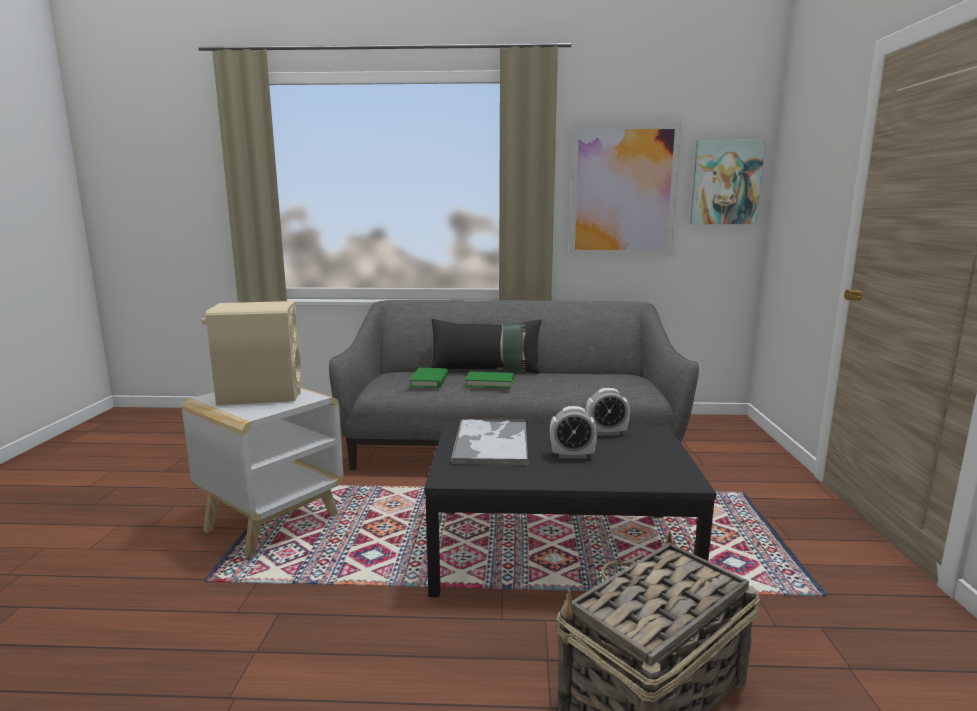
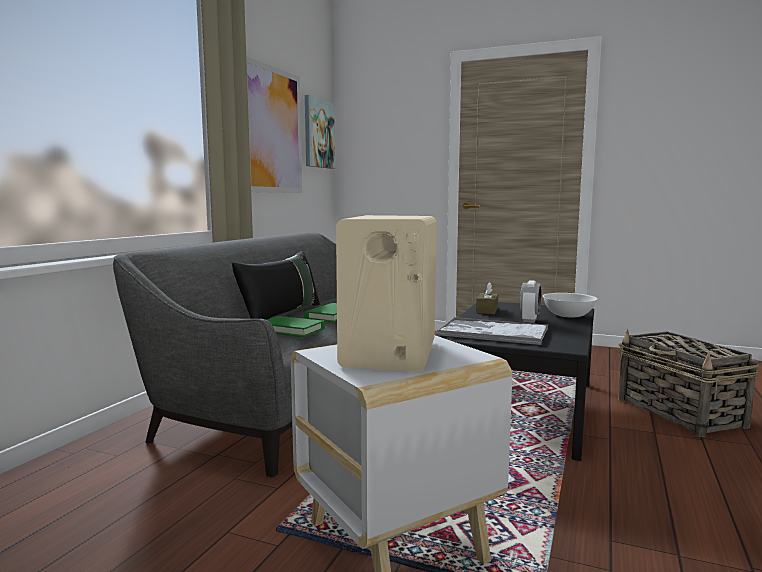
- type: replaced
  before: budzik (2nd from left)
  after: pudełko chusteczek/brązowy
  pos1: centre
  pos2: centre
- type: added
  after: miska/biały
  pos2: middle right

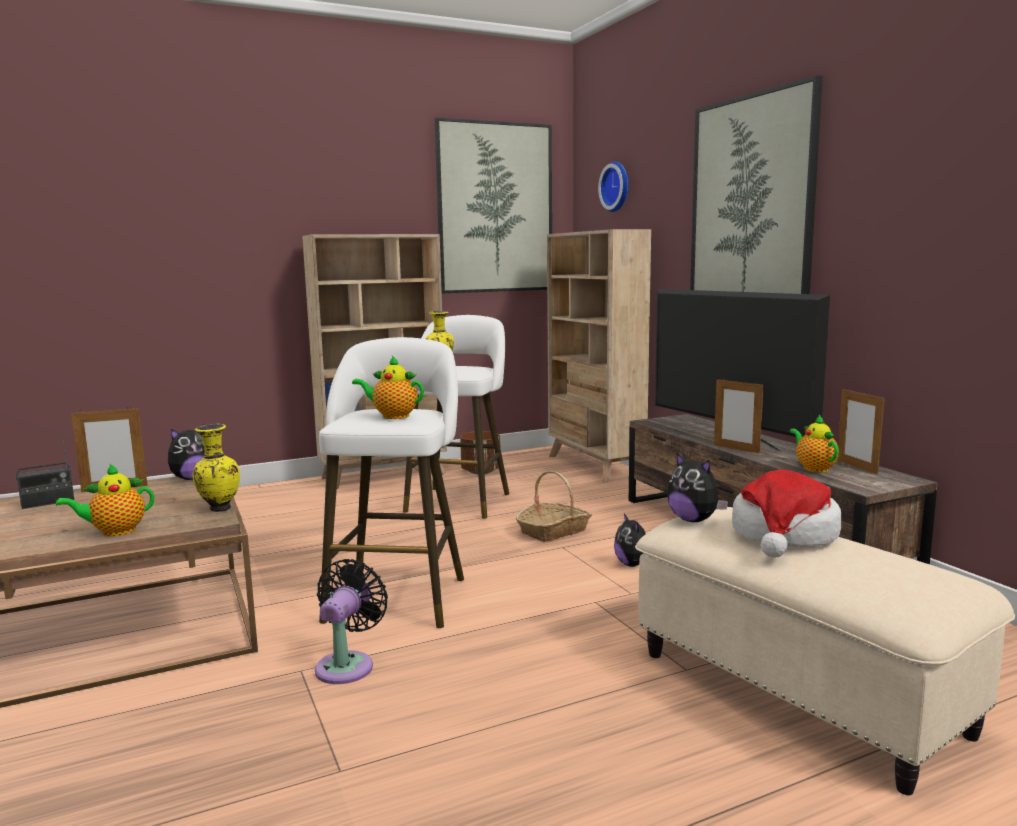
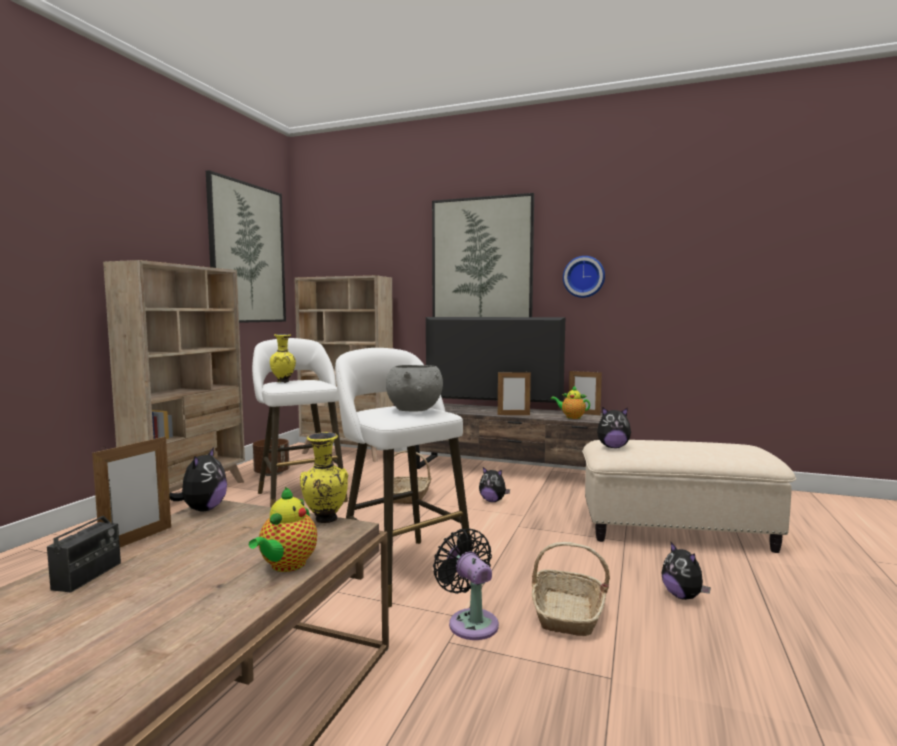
- type: replaced
  before: imbryk (2nd from left)
  after: miska/szary
  pos1: centre
  pos2: centre
- type: moved
  before: zegar ścienny
  pos1: top centre
  pos2: centre
- type: removed
  before: kapelusz
  pos1: middle right
- type: added
  after: koszyk (2nd from left)
  pos2: bottom centre
- type: added
  after: pluszak (4th from left)
  pos2: bottom right

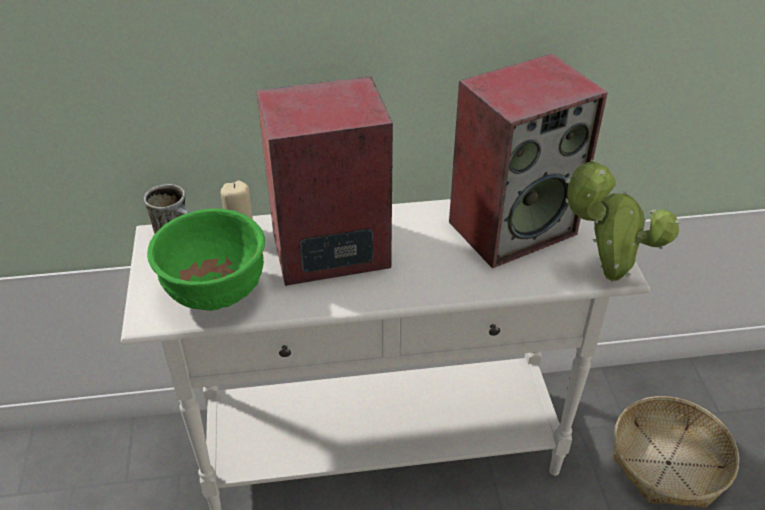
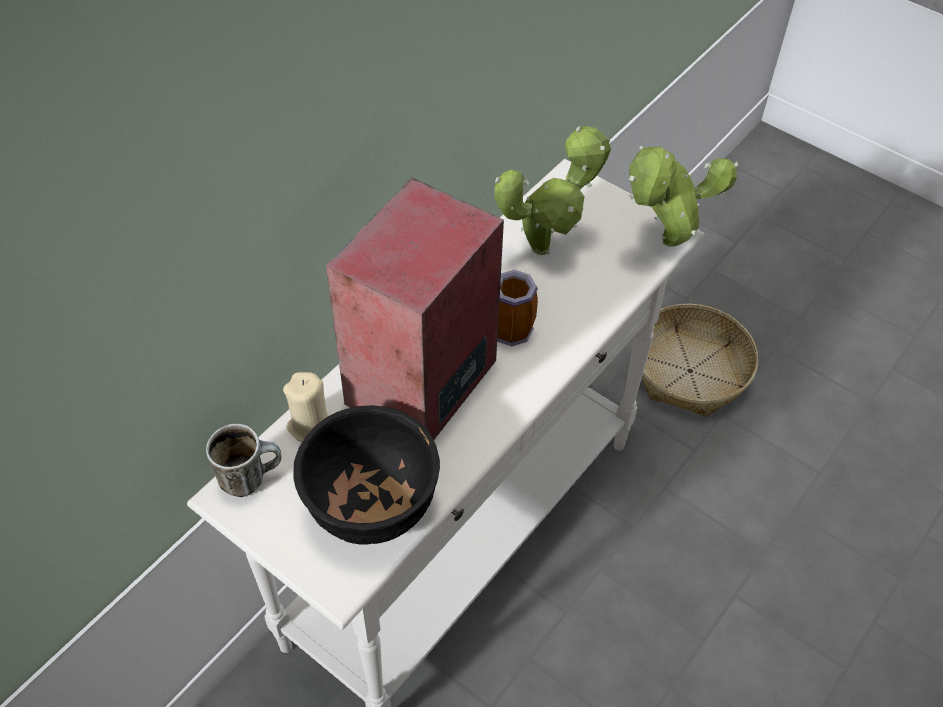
- type: recoloured
  before: miska/zielony
  after: miska/czarny
  pos1: middle left
  pos2: bottom centre
- type: replaced
  before: głośnik (2nd from left)
  after: roślina doniczkowa (1st from left)
  pos1: top right
  pos2: top centre
- type: added
  after: kubek (2nd from left)
  pos2: centre

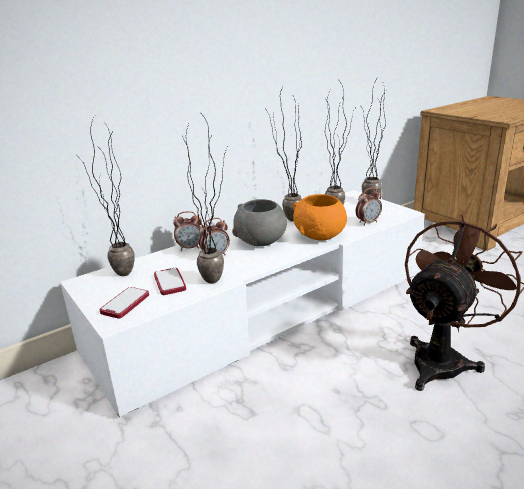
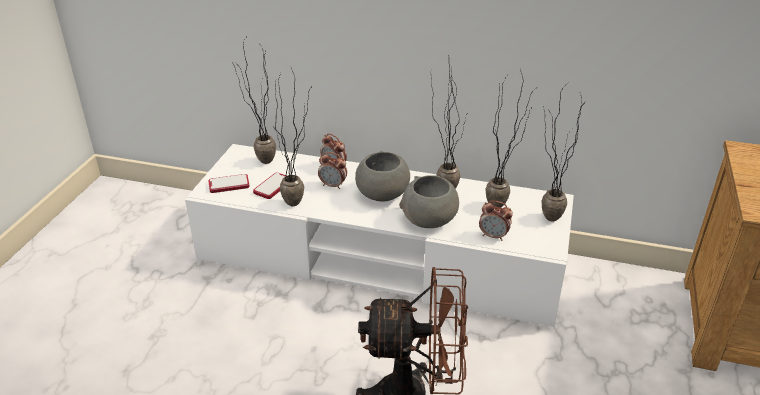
- type: recoloured
  before: miska/pomarańczowy
  after: miska/szary (2nd from left)
  pos1: centre
  pos2: centre

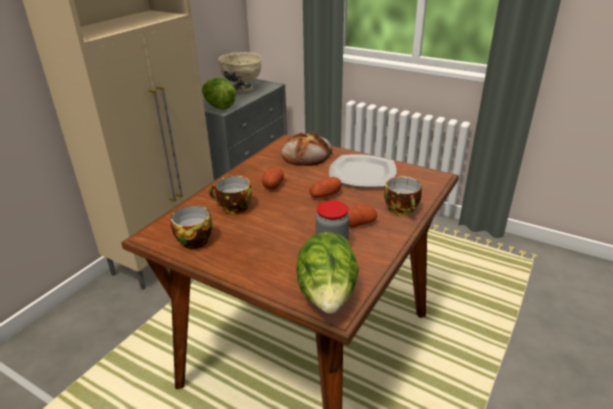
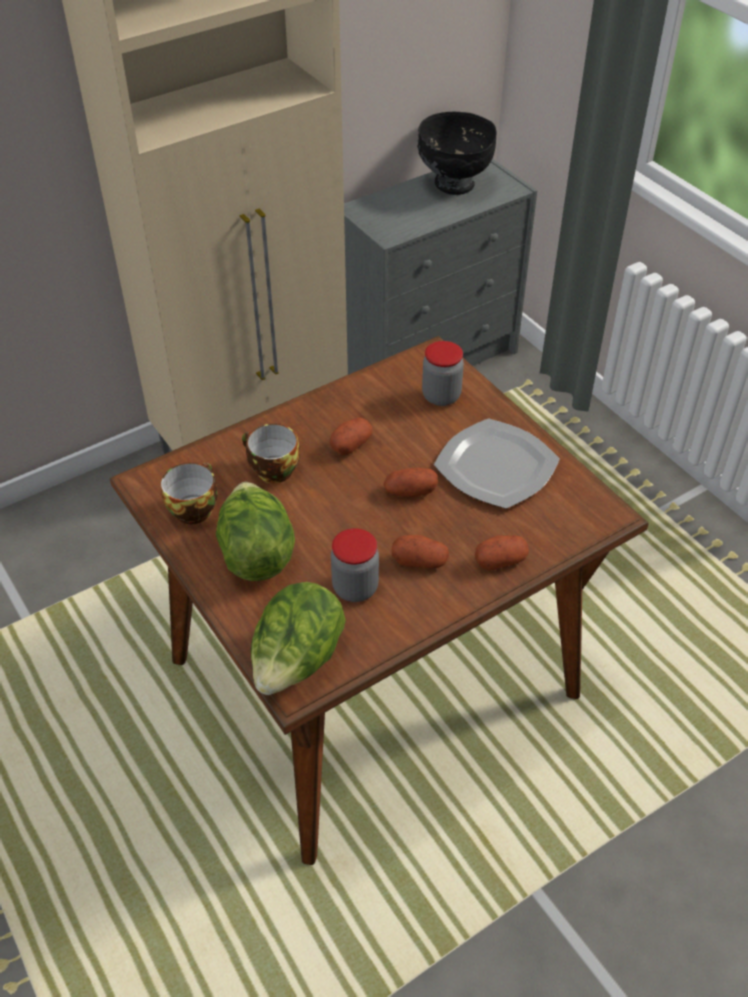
- type: moved
  before: sałata (1st from left)
  pos1: top centre
  pos2: centre
- type: recoloured
  before: miska/beżowy
  after: miska/czarny
  pos1: top centre
  pos2: top centre
- type: replaced
  before: chleb
  after: słoik (2nd from left)
  pos1: centre
  pos2: centre
- type: replaced
  before: filiżanka (3rd from left)
  after: ziemniak (4th from left)
  pos1: centre
  pos2: middle right

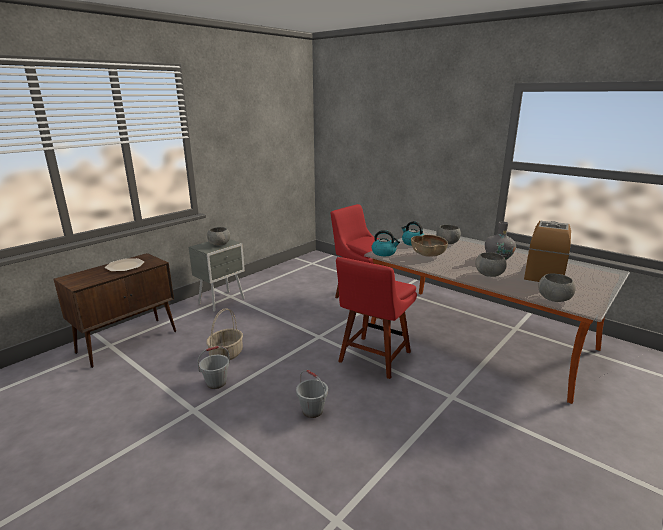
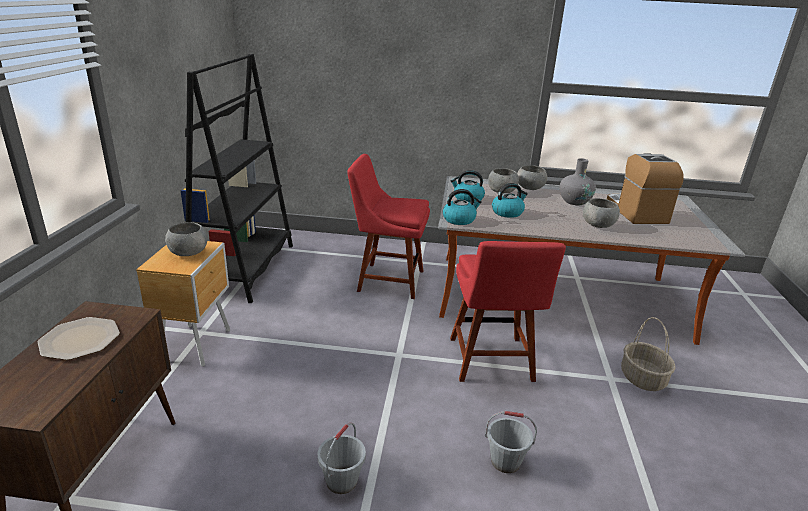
- type: recoloured
  before: szafka nocna/szary
  after: szafka nocna/brązowy
  pos1: middle left
  pos2: middle left
- type: moved
  before: koszyk
  pos1: centre
  pos2: bottom right
- type: replaced
  before: miska/brązowy
  after: czajnik (3rd from left)
  pos1: centre
  pos2: centre
- type: moved
  before: miska/szary (4th from left in the first image)
  after: miska/szary (3rd from left)
  pos1: middle right
  pos2: centre
- type: added
  after: regał/czarny
  pos2: middle left

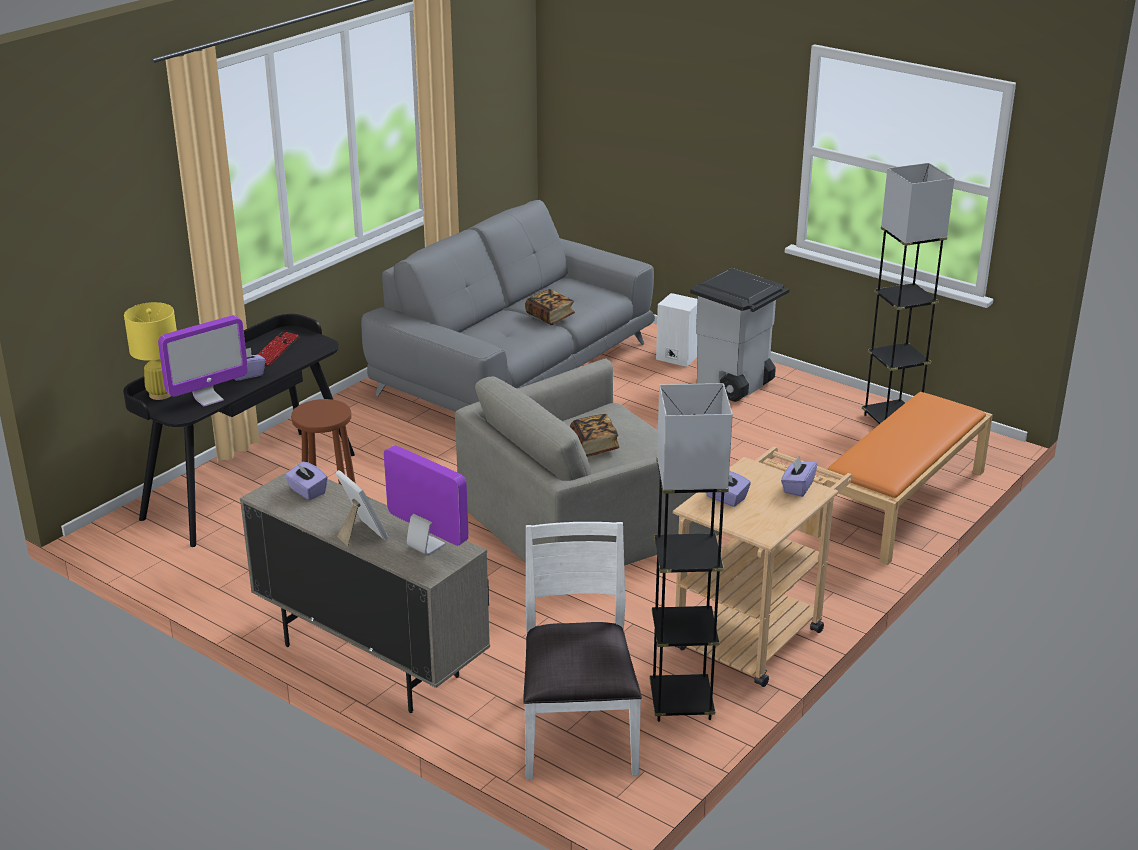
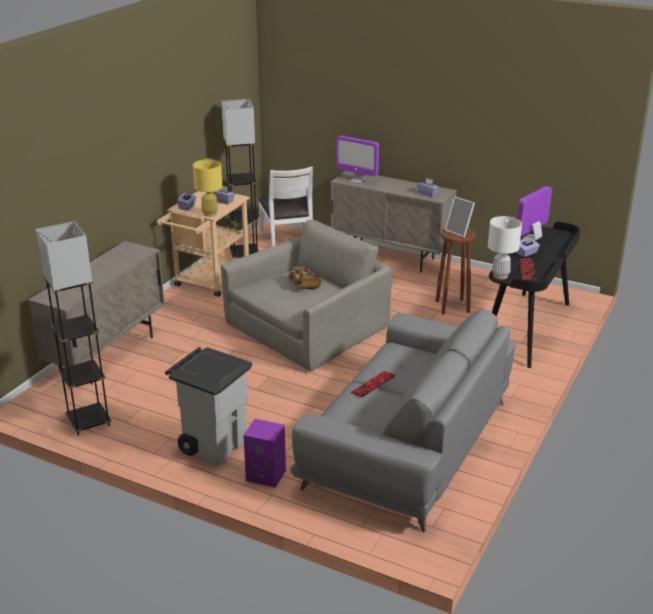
- type: moved
  before: lampa stołowa/żółty
  pos1: middle left
  pos2: top left
- type: moved
  before: ramka na zdjęcie
  pos1: middle left
  pos2: middle right
- type: replaced
  before: książka (1st from left)
  after: klawiatura (1st from left)
  pos1: centre
  pos2: centre
- type: recoloured
  before: głośnik/biały
  after: głośnik/fioletowy
  pos1: centre
  pos2: bottom centre
- type: replaced
  before: ławka/pomarańczowy
  after: szafka/beżowy (1st from left)
  pos1: middle right
  pos2: middle left
- type: added
  after: lampa stołowa/biały
  pos2: middle right

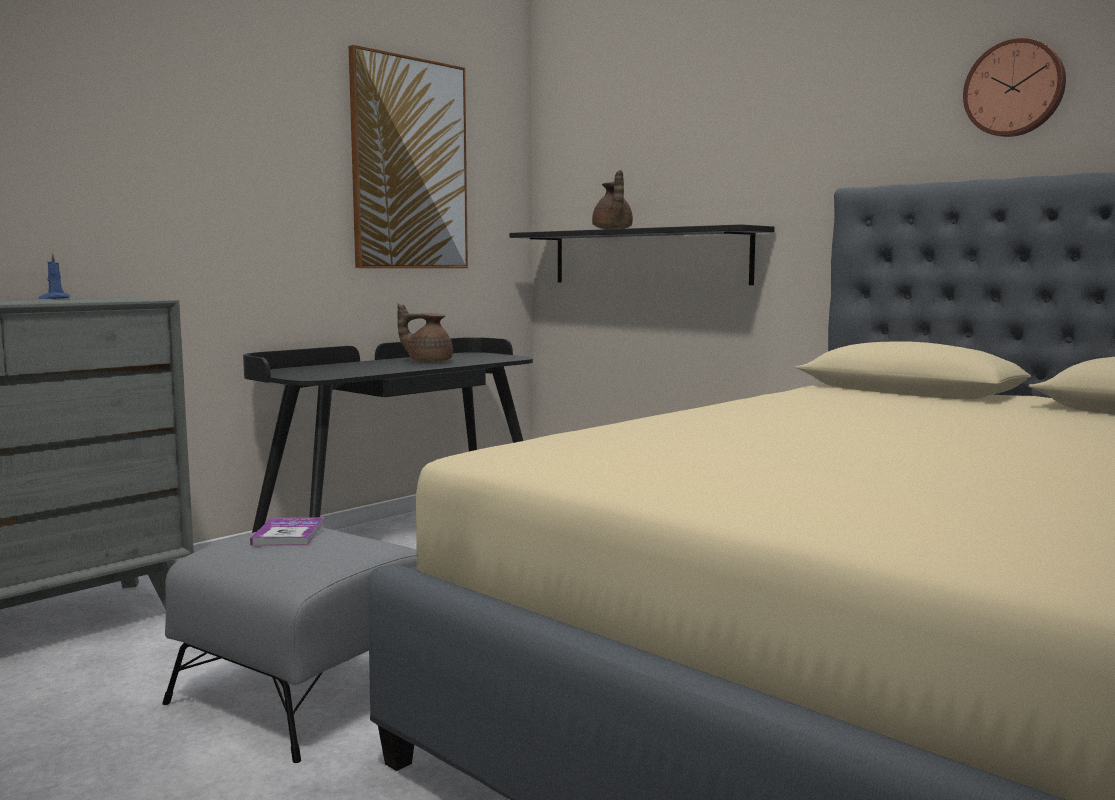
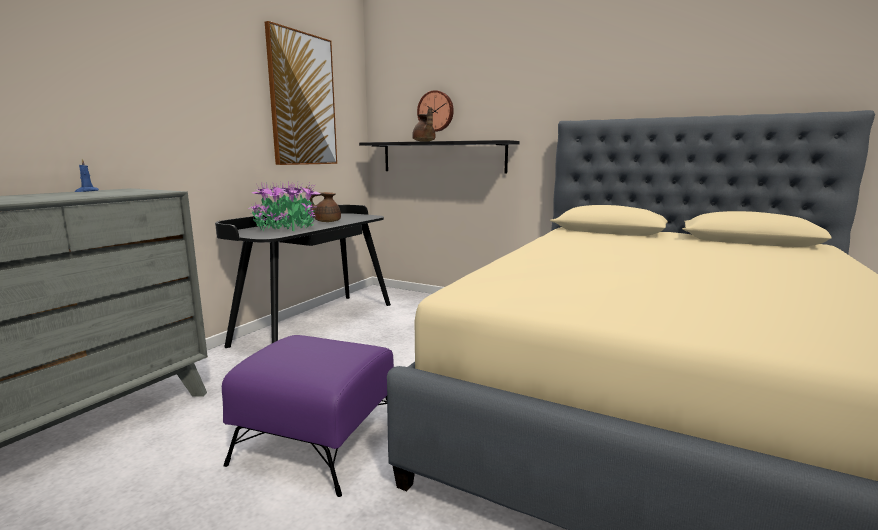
- type: recoloured
  before: pufa/szary
  after: pufa/fioletowy
  pos1: bottom left
  pos2: bottom centre
- type: removed
  before: książka
  pos1: middle left
- type: moved
  before: zegar ścienny
  pos1: top right
  pos2: top centre
- type: added
  after: roślina doniczkowa
  pos2: middle left

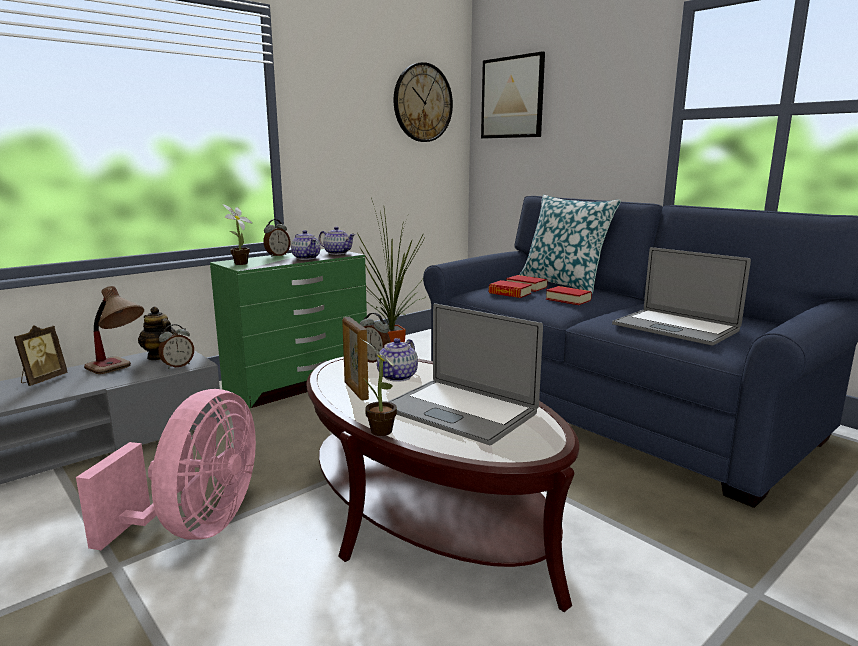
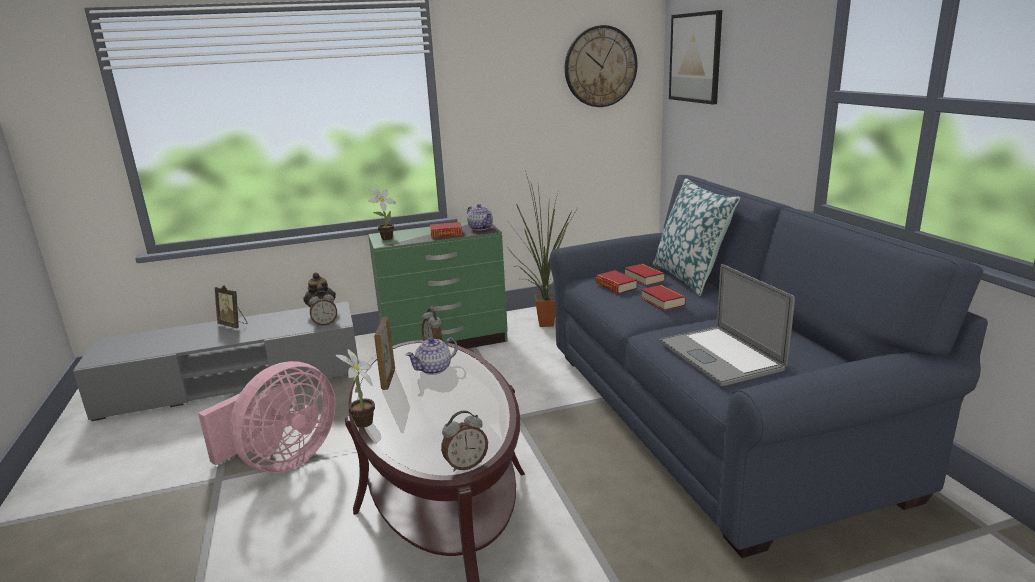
- type: turned
  before: ramka na zdjęcie (1st from left)
  pos1: middle left
  pos2: middle left
  turn: 75
- type: removed
  before: lampa stołowa
  pos1: middle left
- type: moved
  before: budzik (2nd from left in the first image)
  after: budzik (3rd from left)
  pos1: middle left
  pos2: bottom centre
- type: replaced
  before: imbryk (2nd from left)
  after: książka (1st from left)
  pos1: centre
  pos2: centre
- type: removed
  before: laptop (1st from left)
  pos1: centre

